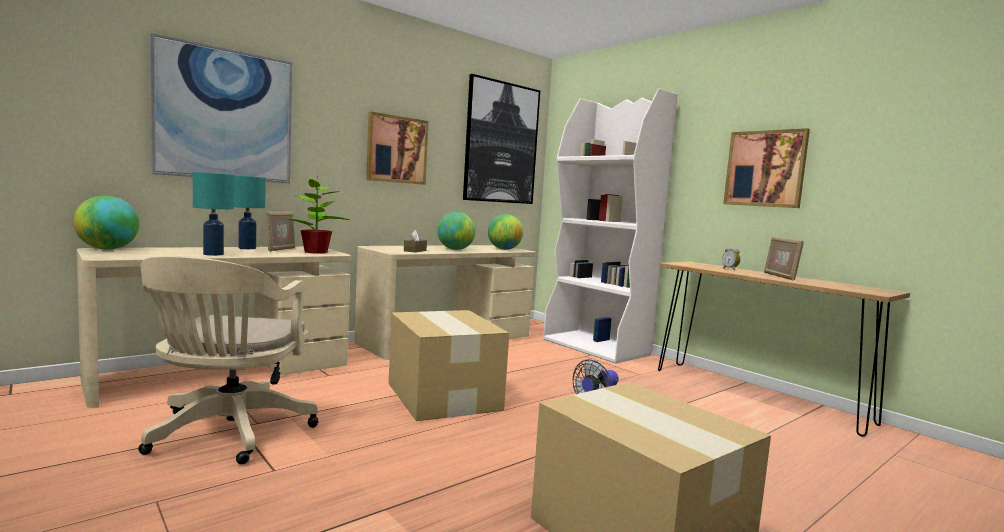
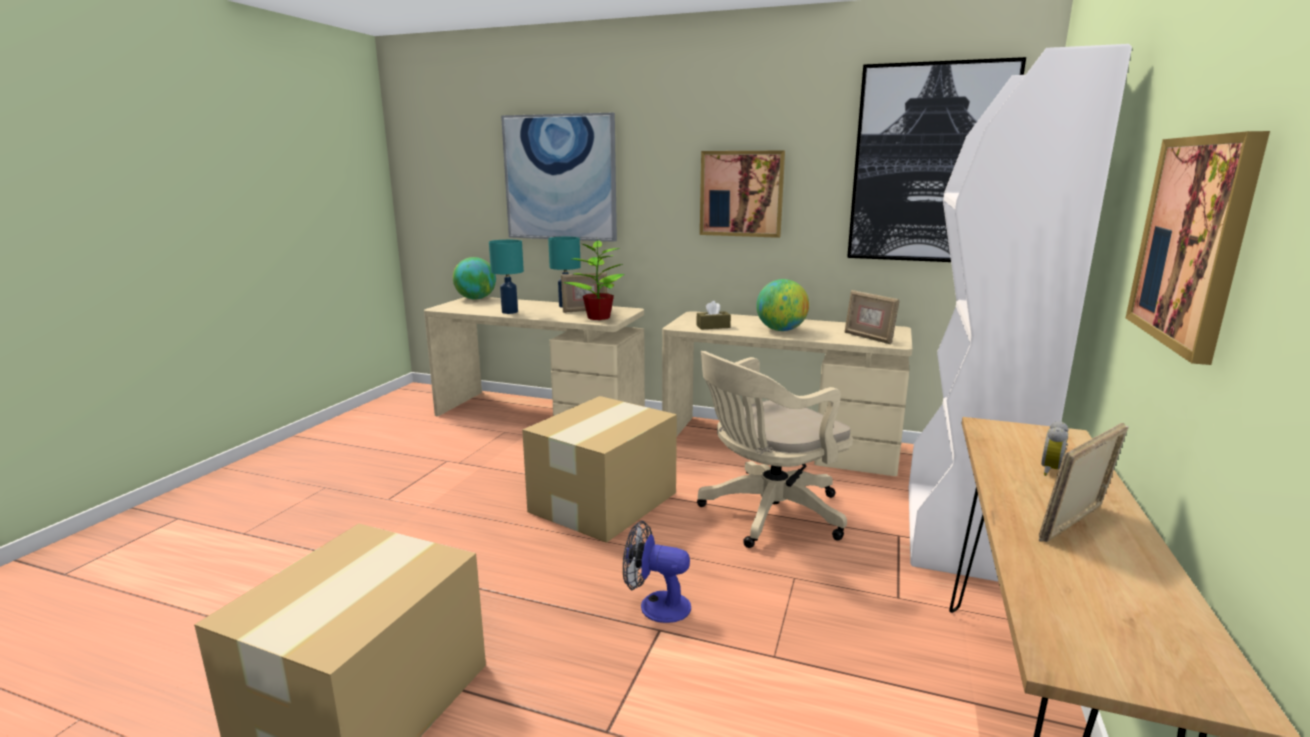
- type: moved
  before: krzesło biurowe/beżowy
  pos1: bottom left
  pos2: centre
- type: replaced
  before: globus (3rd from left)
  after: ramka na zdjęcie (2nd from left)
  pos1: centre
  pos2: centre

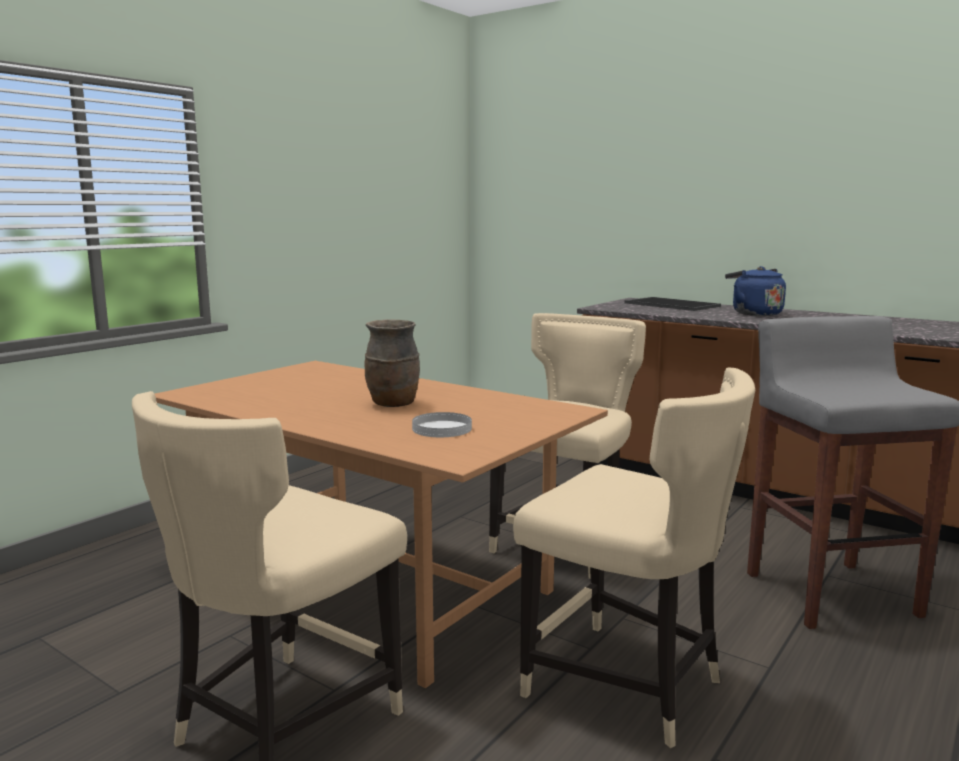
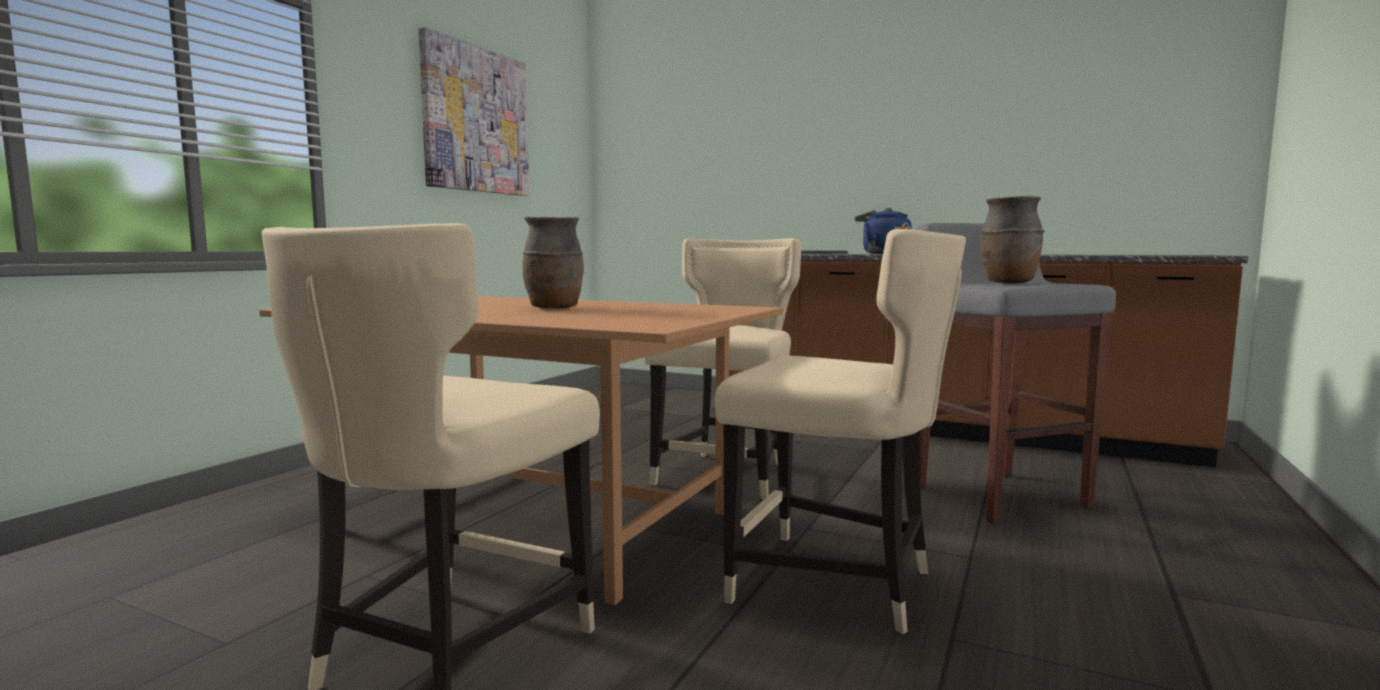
- type: removed
  before: talerz/biały
  pos1: centre
- type: added
  after: obraz
  pos2: top centre
- type: added
  after: wazon/brązowy (2nd from left)
  pos2: middle right

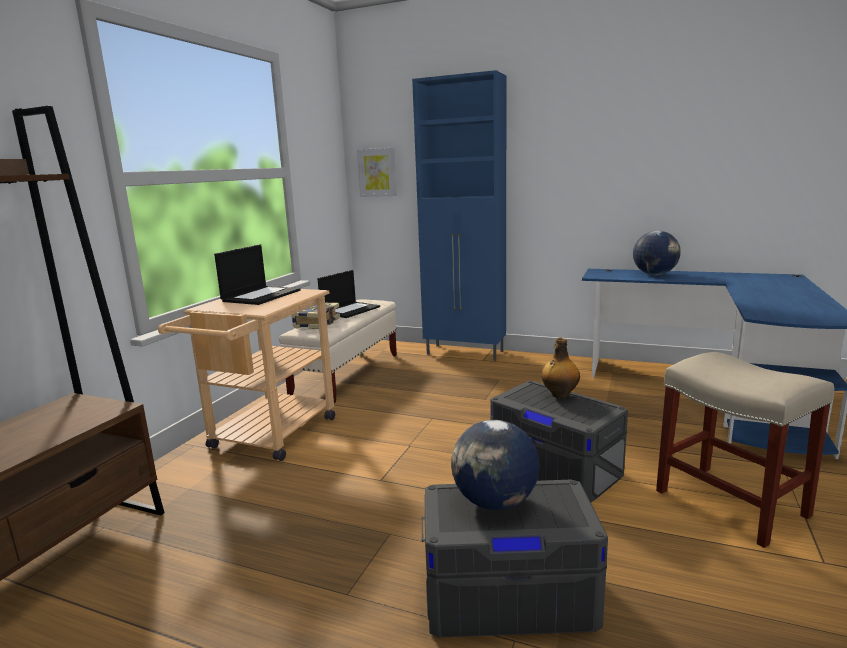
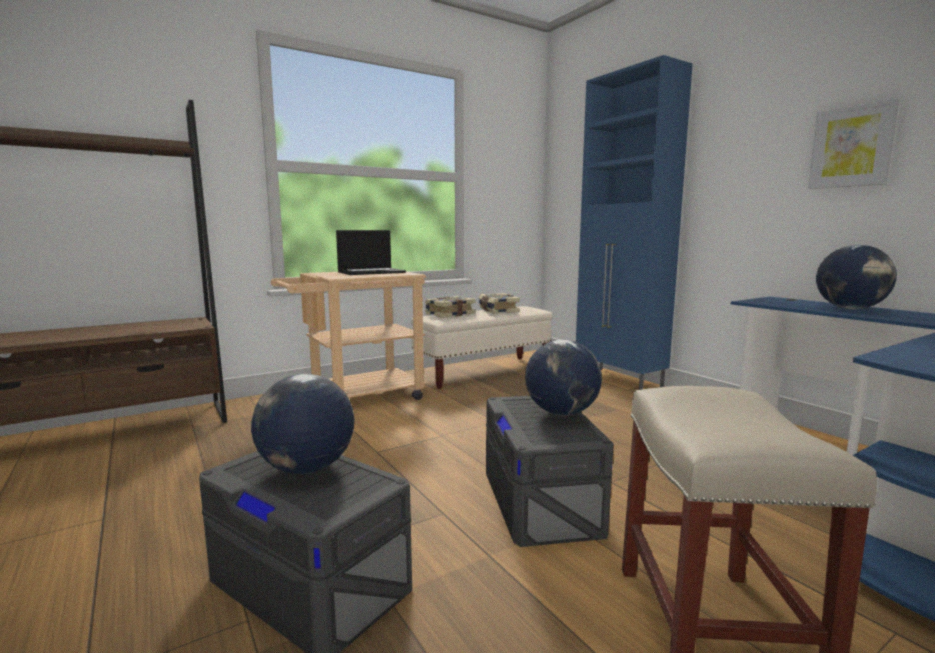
- type: replaced
  before: laptop (2nd from left)
  after: książka (2nd from left)
  pos1: centre
  pos2: centre
- type: moved
  before: obraz
  pos1: top centre
  pos2: top right
- type: replaced
  before: butelka
  after: globus (2nd from left)
  pos1: centre
  pos2: centre

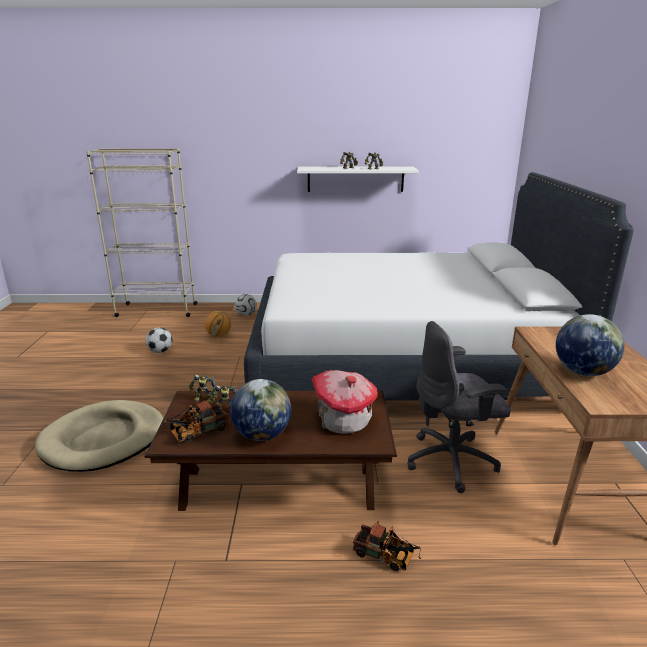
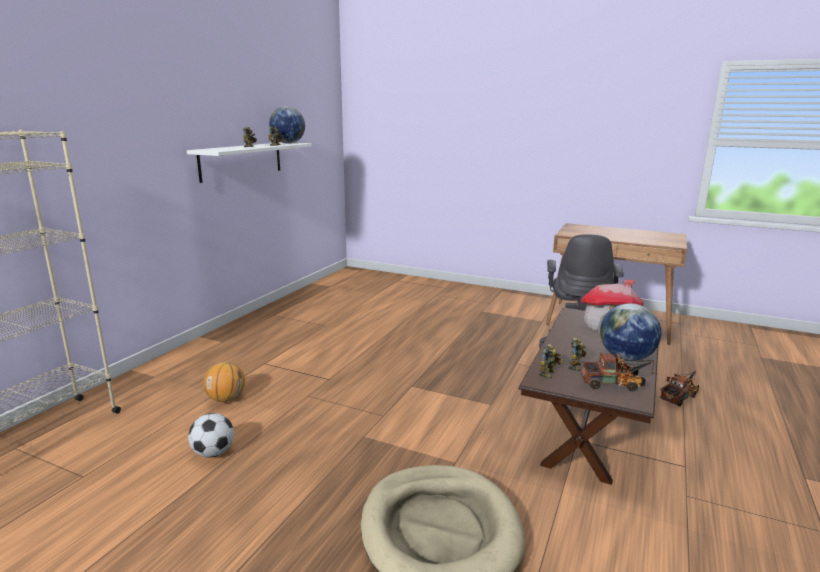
- type: turned
  before: ciężarówka zabawkowa (1st from left)
  pos1: middle left
  pos2: middle right
  turn: -75
- type: removed
  before: piłka futbolowa (2nd from left)
  pos1: centre
- type: removed
  before: łóżko/biały
  pos1: middle right
- type: moved
  before: globus (2nd from left in the first image)
  after: globus (1st from left)
  pos1: middle right
  pos2: top centre

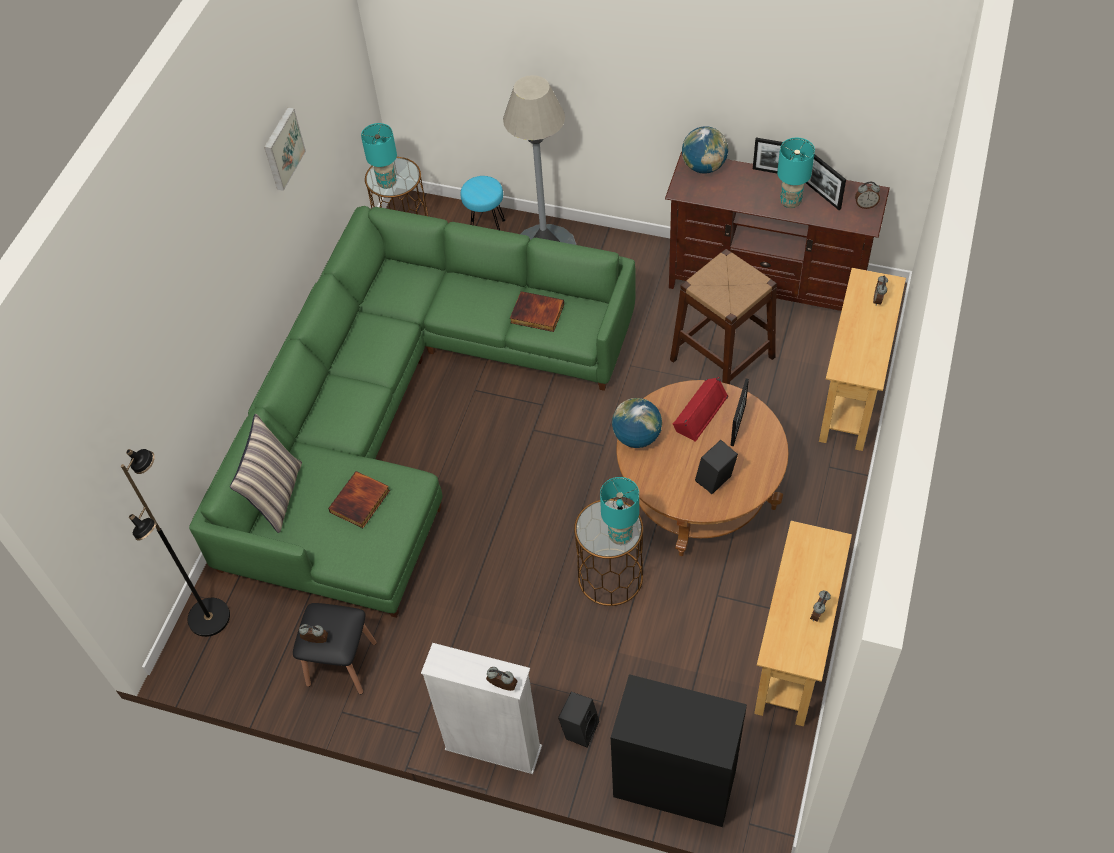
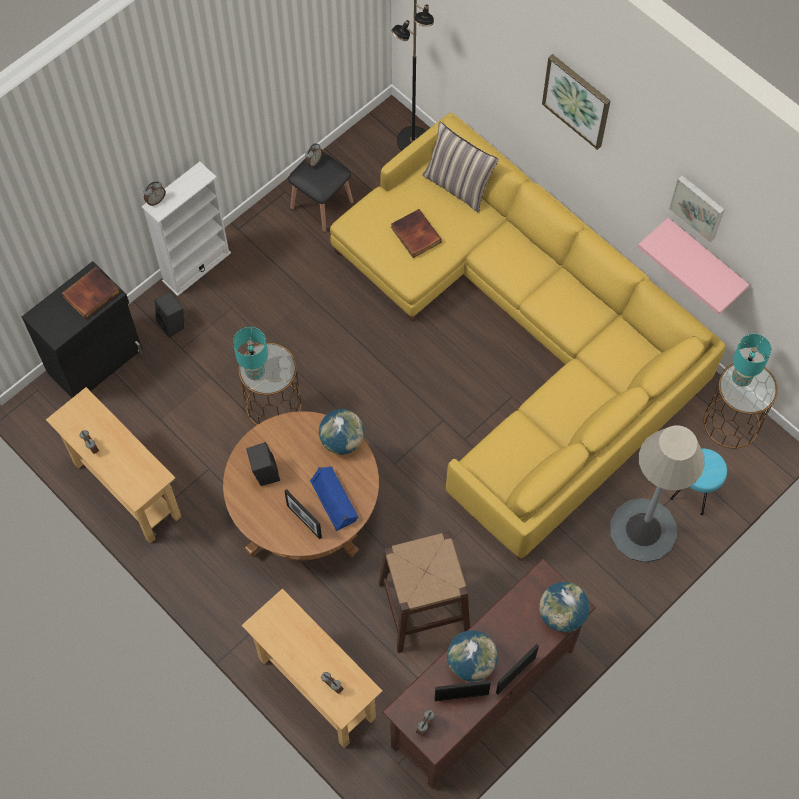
- type: recoloured
  before: kanapa/zielony
  after: kanapa/żółty
  pos1: centre
  pos2: centre
- type: moved
  before: książka (2nd from left in the first image)
  after: książka (1st from left)
  pos1: centre
  pos2: middle left
- type: recoloured
  before: głośnik/czerwony
  after: głośnik/niebieski
  pos1: centre
  pos2: centre
- type: replaced
  before: lampa stołowa/turkusowy (3rd from left)
  after: globus (2nd from left)
  pos1: top right
  pos2: bottom centre
- type: added
  after: obraz (1st from left)
  pos2: top right
- type: added
  after: półka/różowy
  pos2: top right

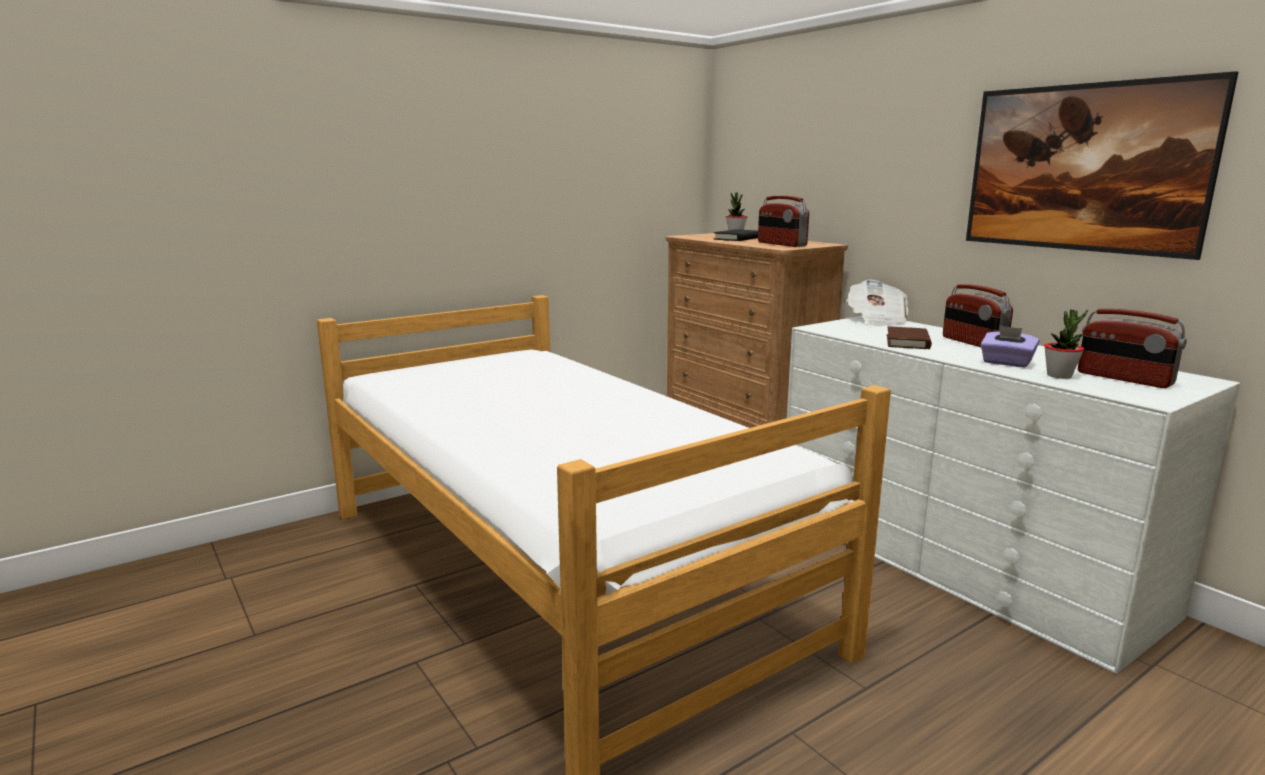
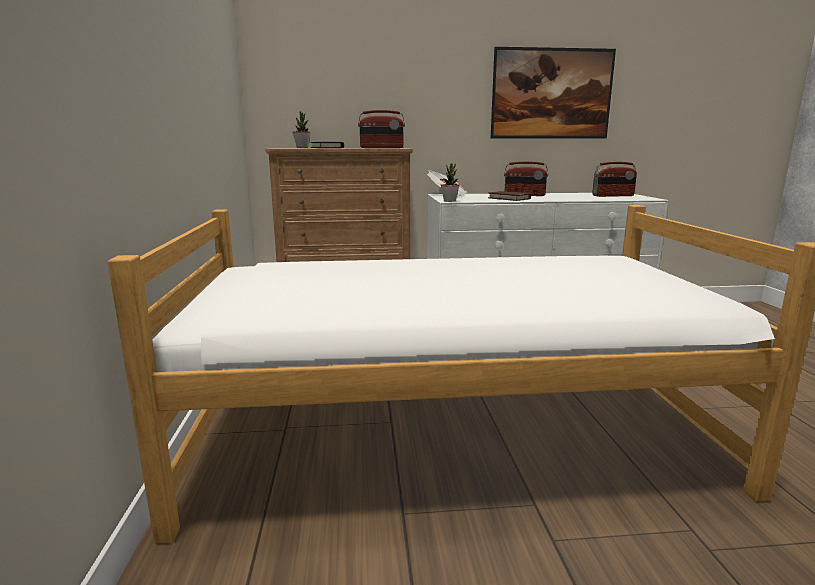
- type: removed
  before: pudełko chusteczek/fioletowy
  pos1: middle right
- type: moved
  before: roślina doniczkowa (2nd from left)
  pos1: middle right
  pos2: top centre

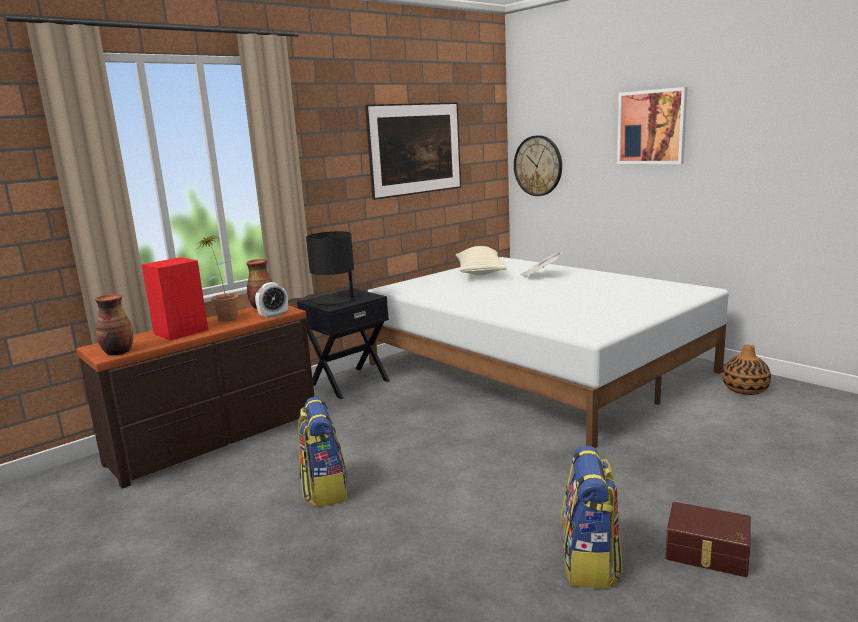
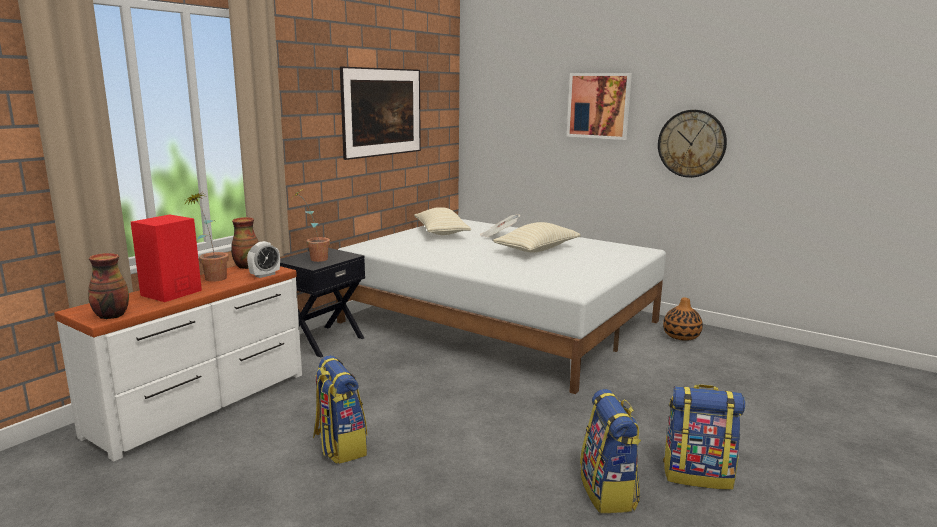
- type: recoloured
  before: komoda/brązowy
  after: komoda/biały
  pos1: middle left
  pos2: bottom left
- type: replaced
  before: lampa stołowa/czarny
  after: roślina doniczkowa (2nd from left)
  pos1: centre
  pos2: middle left
- type: moved
  before: zegar ścienny
  pos1: top centre
  pos2: top right
- type: replaced
  before: pojemnik do przechowywania/brązowy
  after: plecak (3rd from left)
  pos1: bottom right
  pos2: bottom right
- type: added
  after: poduszka/beżowy (2nd from left)
  pos2: centre

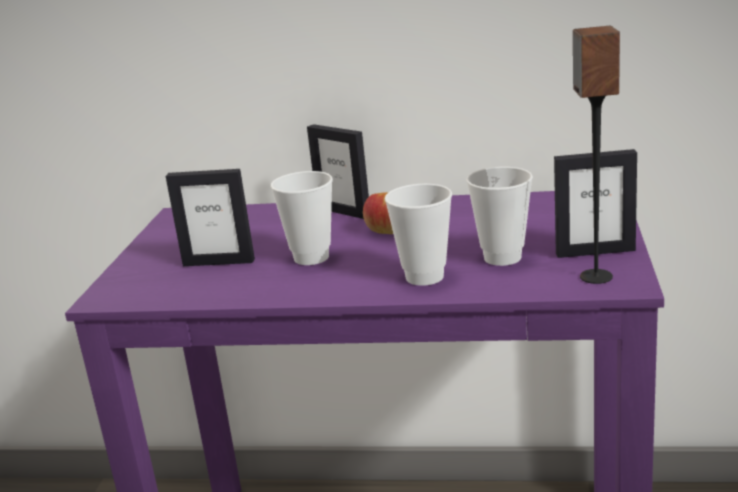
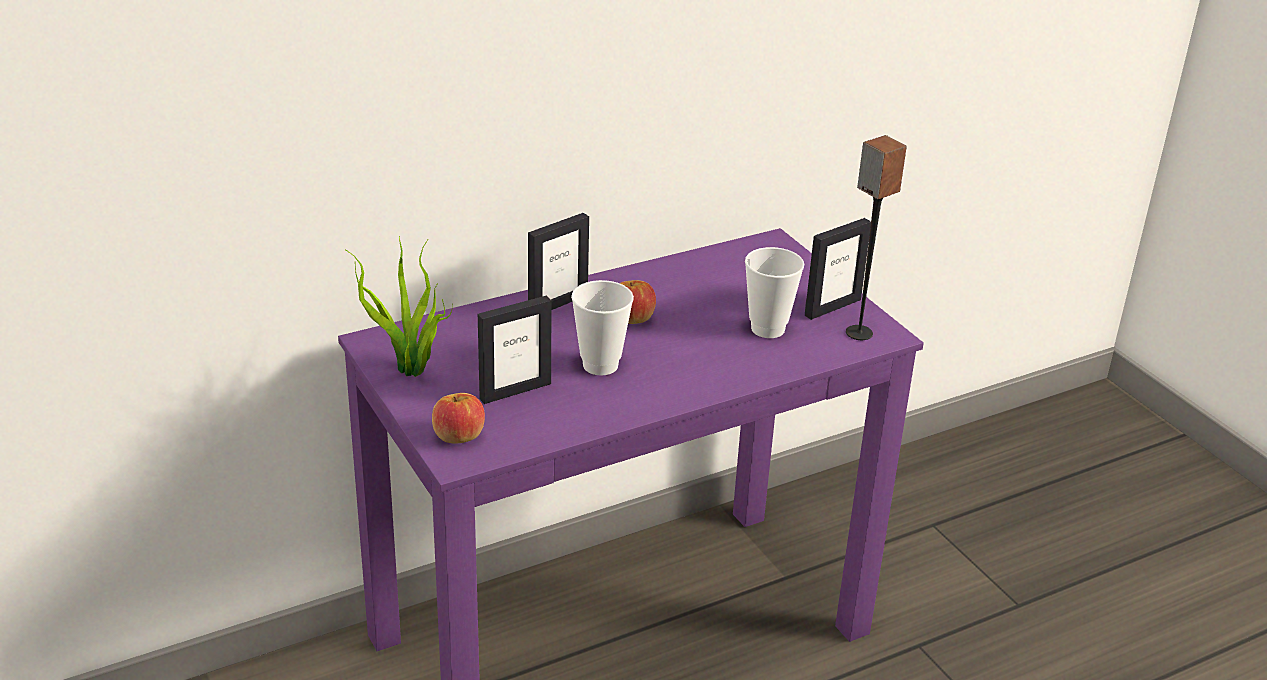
- type: turned
  before: ramka na zdjęcie (2nd from left)
  pos1: centre
  pos2: centre
  turn: -45
- type: removed
  before: filiżanka (2nd from left)
  pos1: centre
- type: added
  after: roślina doniczkowa
  pos2: middle left
- type: added
  after: jabłko (1st from left)
  pos2: centre

